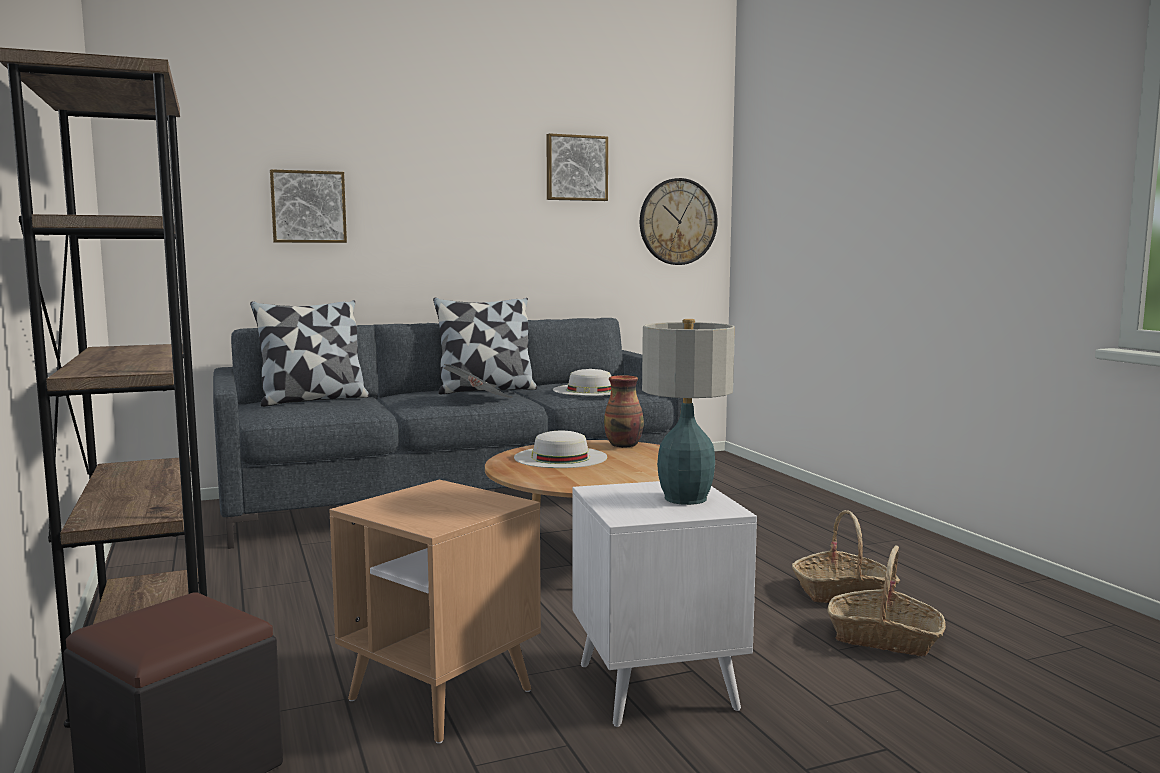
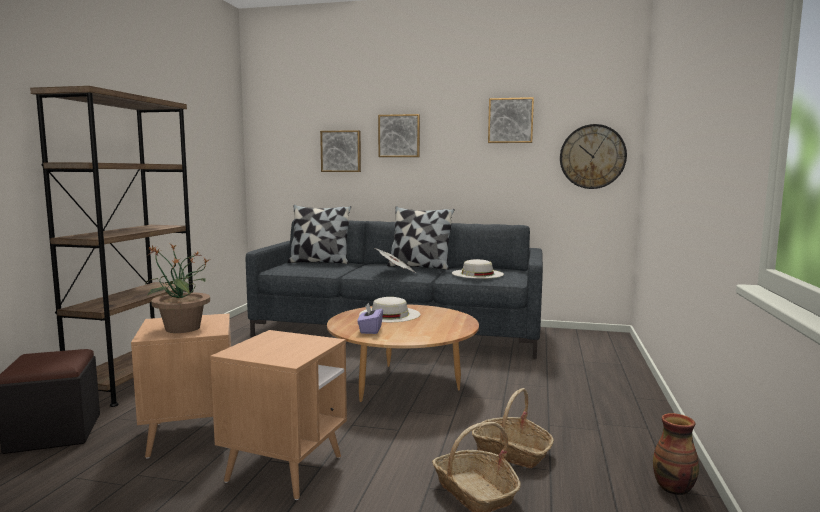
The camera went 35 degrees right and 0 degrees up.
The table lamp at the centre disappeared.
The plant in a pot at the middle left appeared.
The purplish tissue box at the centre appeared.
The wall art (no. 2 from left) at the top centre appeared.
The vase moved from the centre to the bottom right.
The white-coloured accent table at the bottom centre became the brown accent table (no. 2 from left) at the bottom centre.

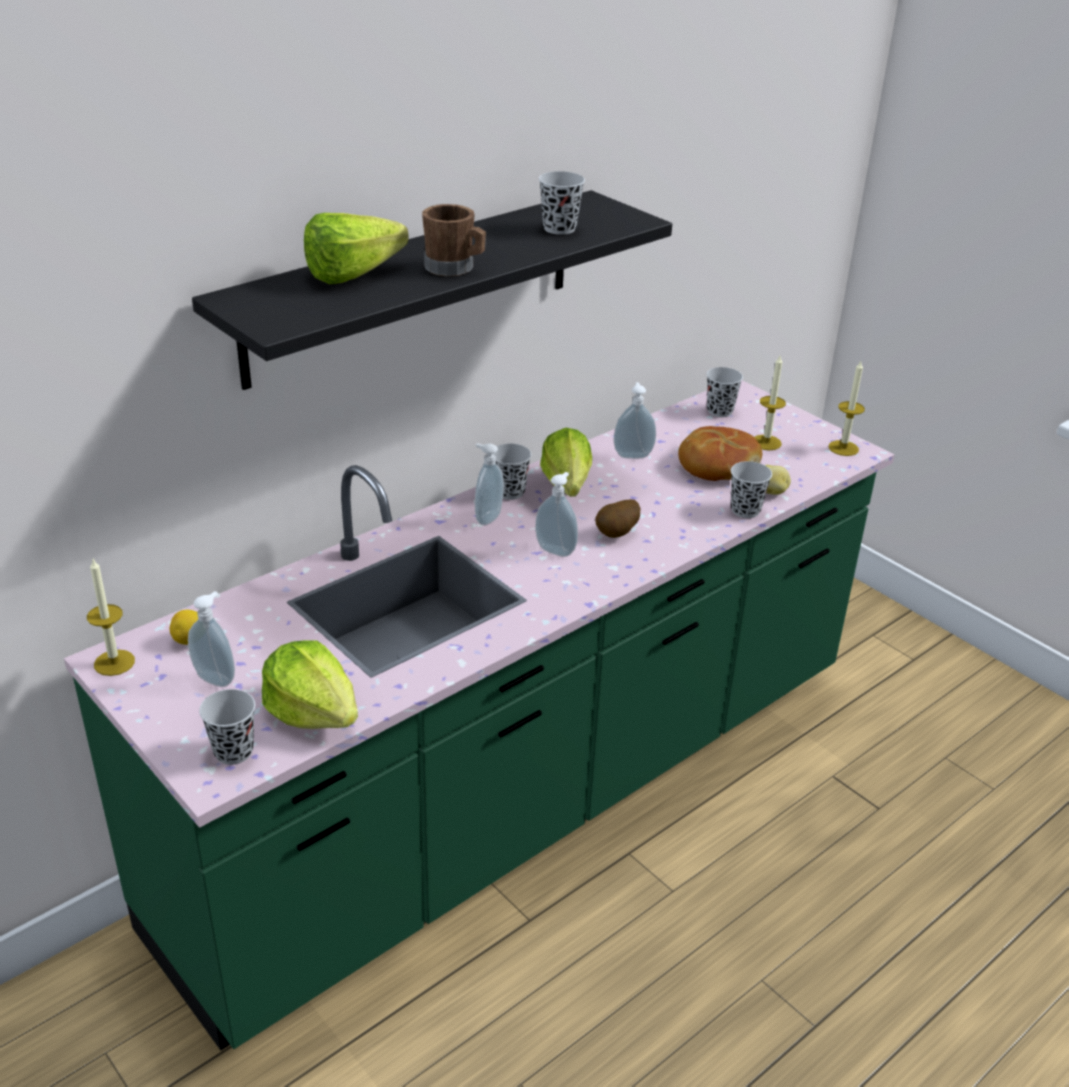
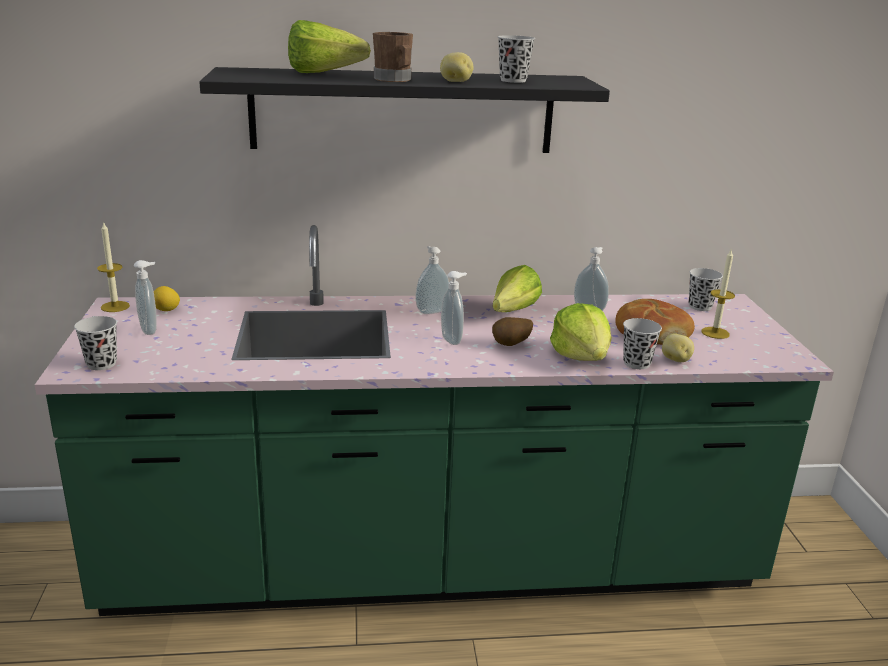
The camera went 35 degrees right and 10 degrees down.
The blackish drinking cup (no. 2 from left) at the centre disappeared.
The candle (no. 3 from left) at the middle right disappeared.
The spud (no. 1 from left) at the top centre appeared.
The lettuce (no. 1 from left in the first image) moved from the middle left to the centre.

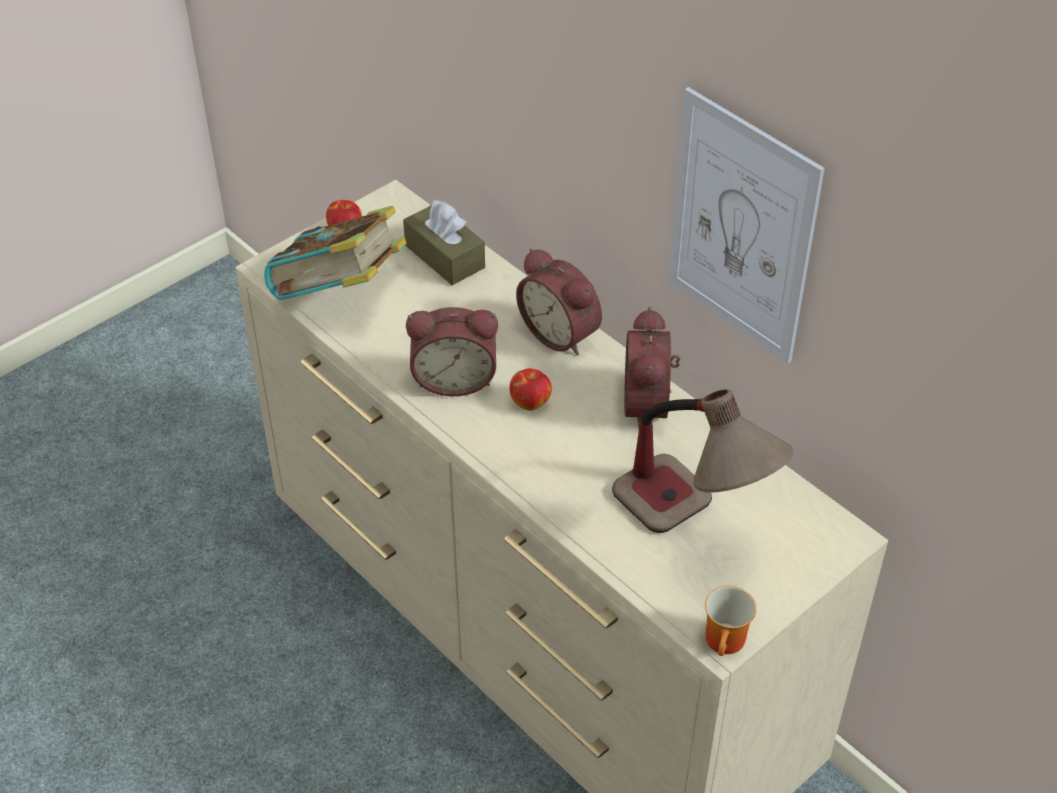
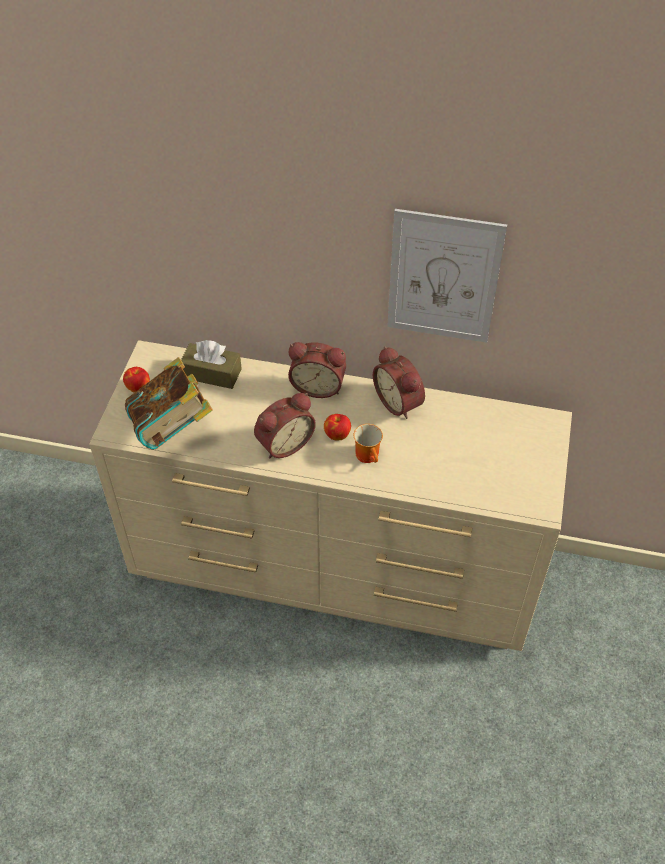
The camera went 35 degrees left and 5 degrees up.
The table lamp at the centre disappeared.
The tea mug moved from the bottom right to the centre.

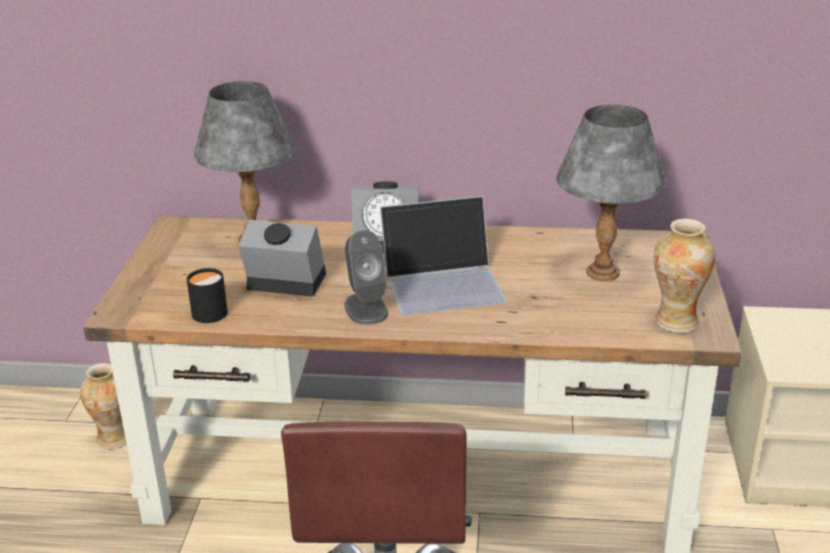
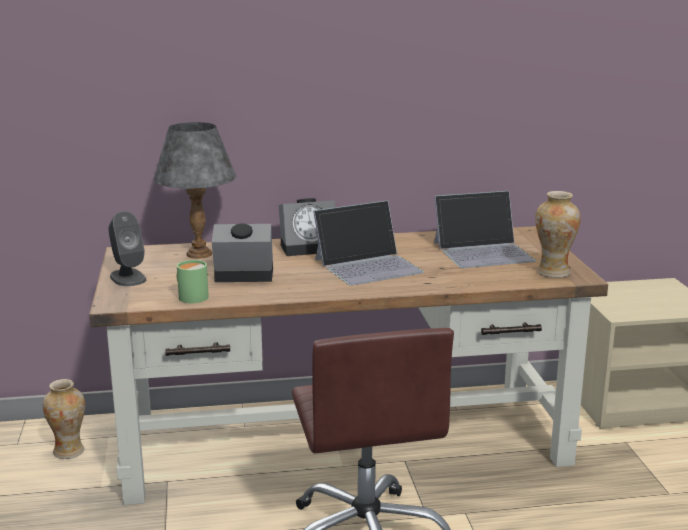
The camera went 15 degrees left and 10 degrees down.
The gray loudspeaker moved from the centre to the middle left.
The gray table lamp (no. 2 from left) at the middle right was replaced by the notebook computer (no. 2 from left) at the middle right.
The blackish tea mug at the middle left became the green-coloured tea mug at the middle left.

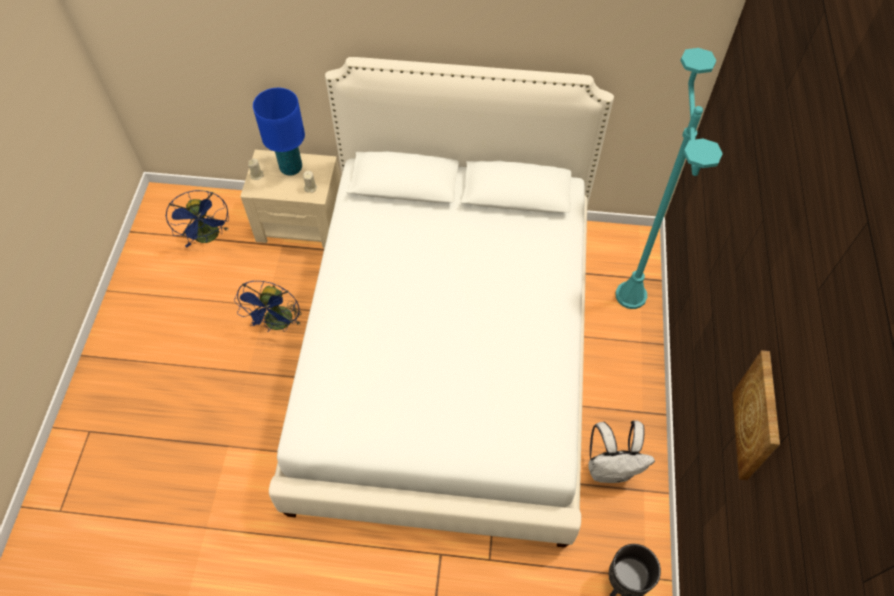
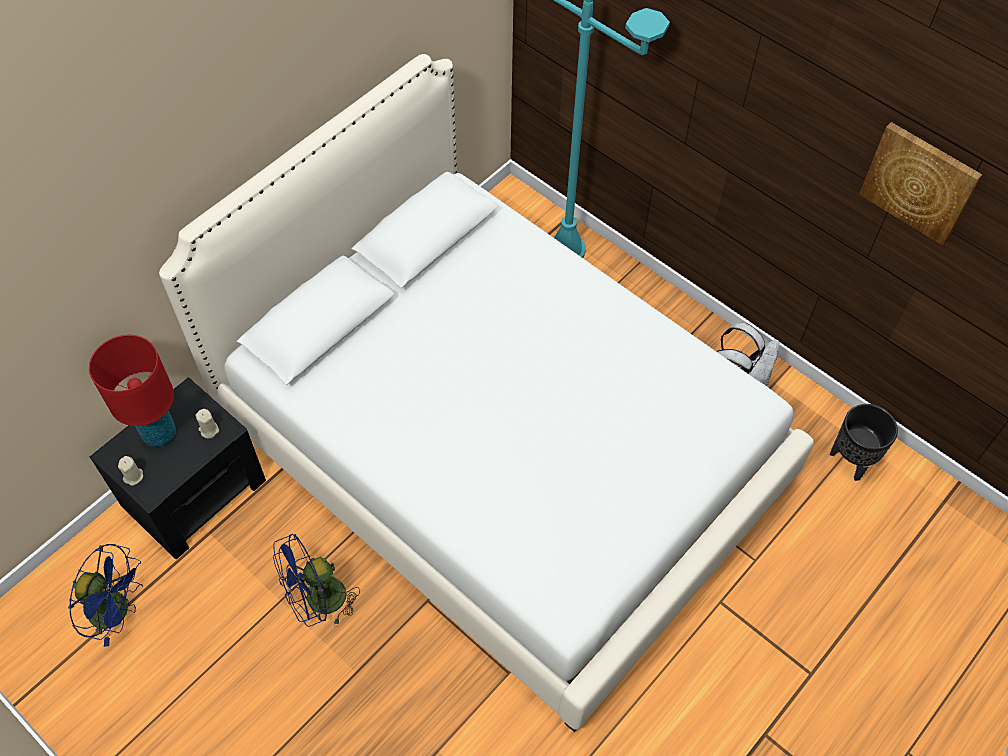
The camera went 55 degrees left and 0 degrees up.
The beige nightstand at the middle left became the blackish nightstand at the middle left.
The bluish table lamp at the top left became the reddish table lamp at the middle left.
The bluish fan (no. 2 from left) at the middle left turned 105 degrees clockwise.

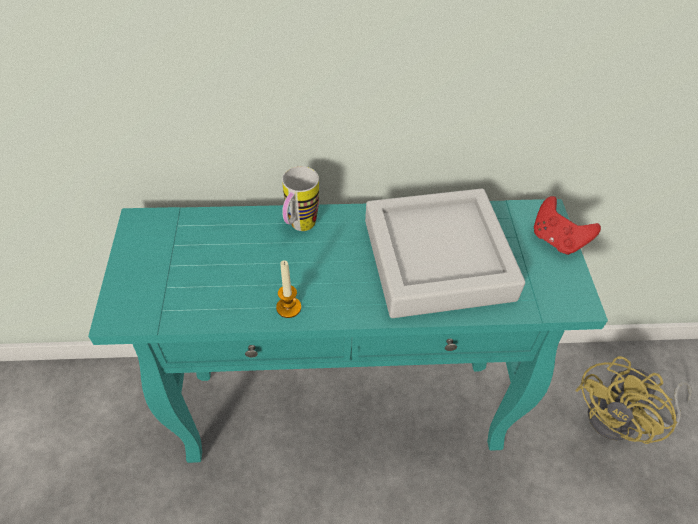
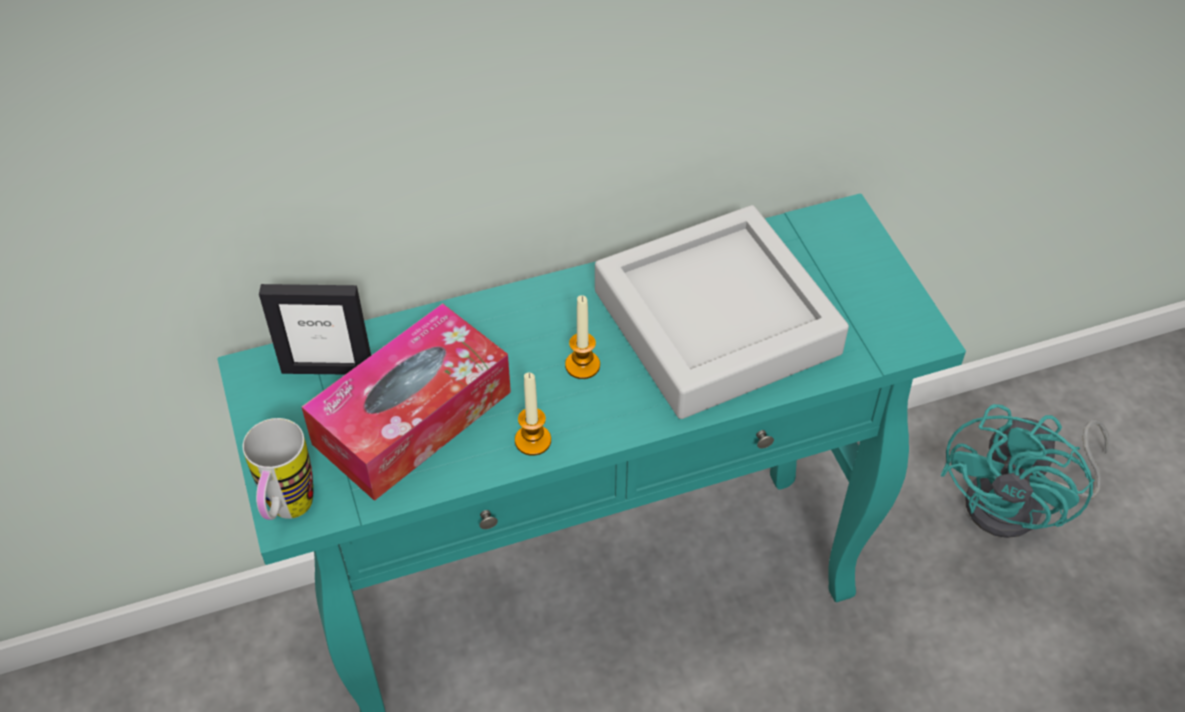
The camera went 15 degrees left and 0 degrees up.
The reddish gamepad at the middle right disappeared.
The picture frame at the middle left appeared.
The tissue box at the centre appeared.
The candle (no. 2 from left) at the centre appeared.
The tea mug moved from the centre to the middle left.
The yellowish fan at the bottom right became the turquoise-coloured fan at the middle right.

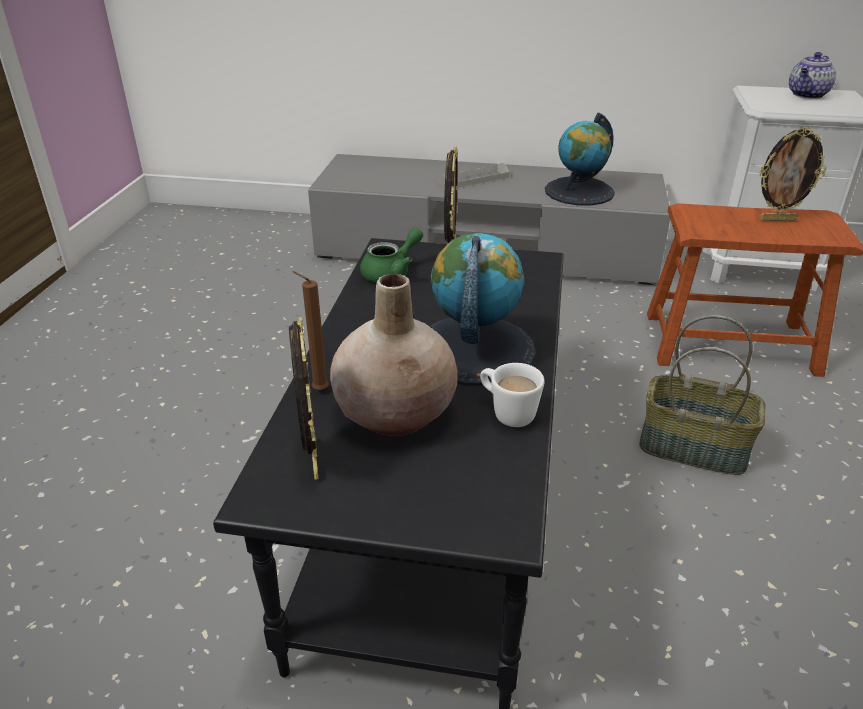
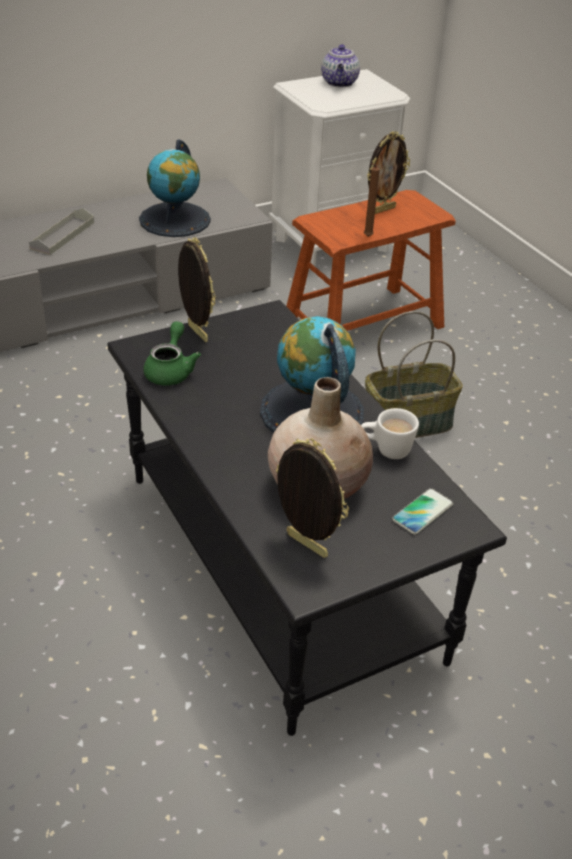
The camera went 40 degrees left and 5 degrees up.
The phone at the middle right appeared.
The brown candle moved from the centre to the top centre.

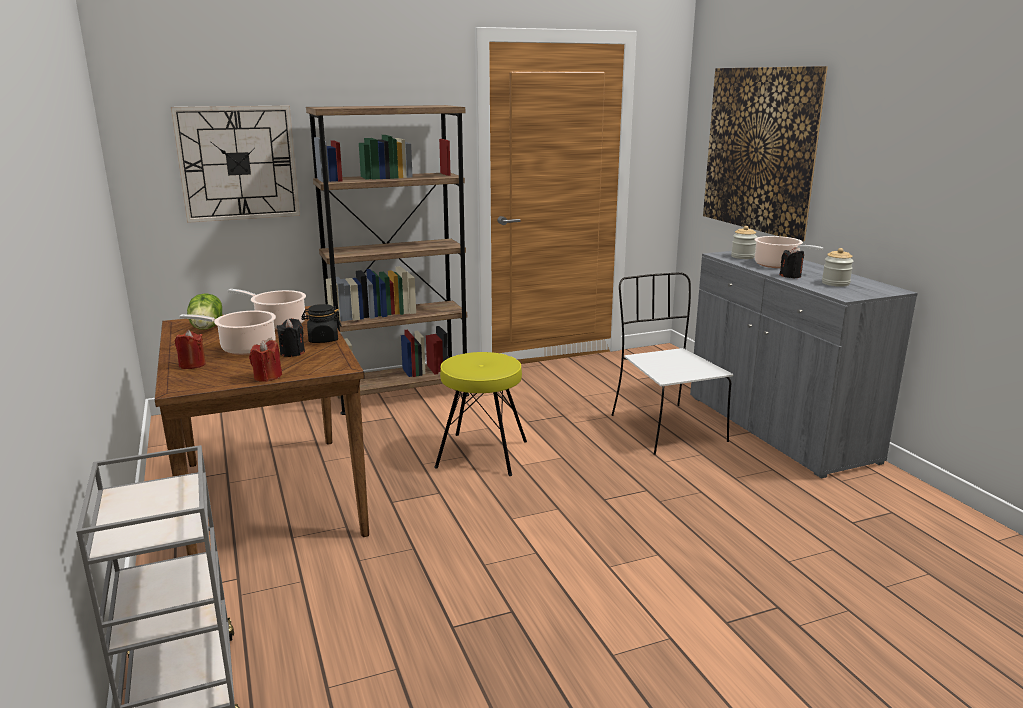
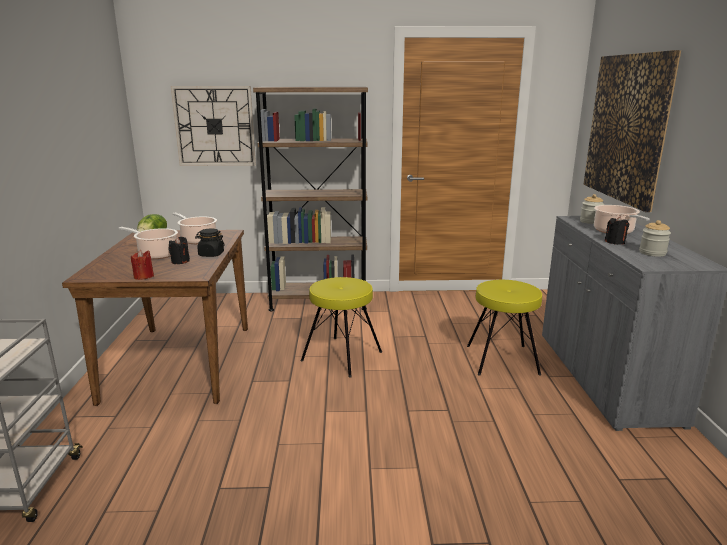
The camera went 20 degrees right and 0 degrees up.
The reddish candle (no. 1 from left) at the middle left disappeared.
The white-coloured plain chair at the centre was replaced by the yellowish stool seat (no. 2 from left) at the middle right.

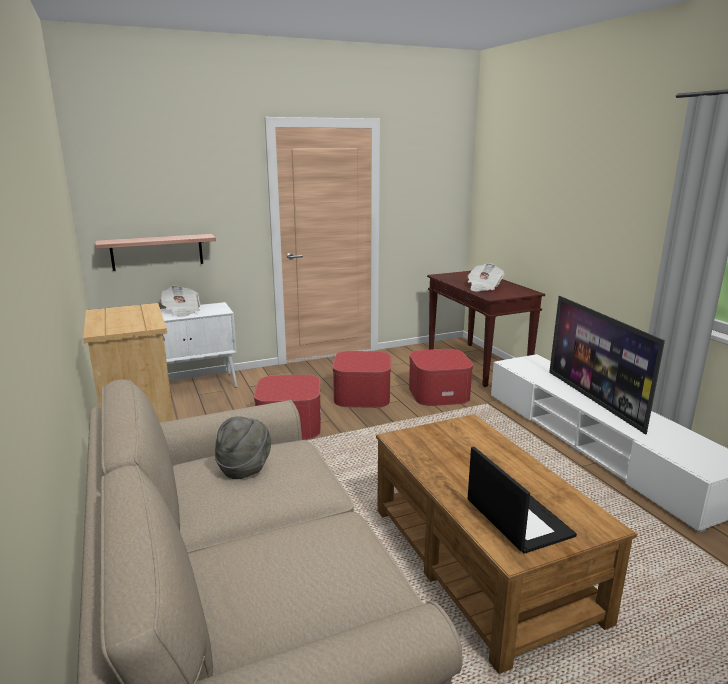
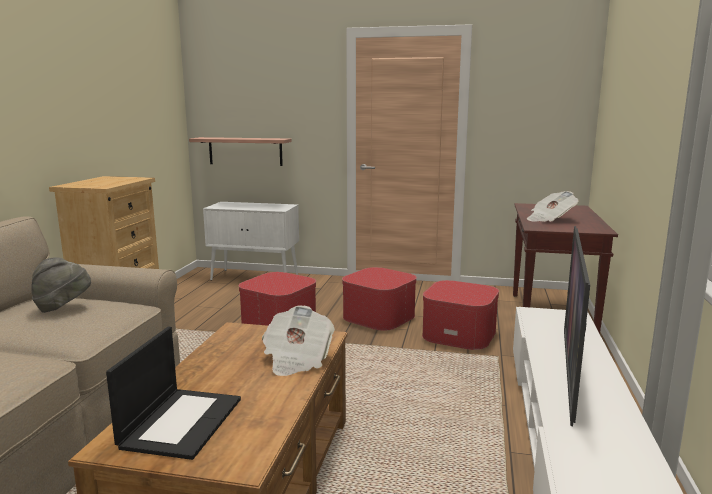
The camera went 35 degrees right and 5 degrees down.
The newspaper (no. 1 from left) moved from the middle left to the bottom centre.

